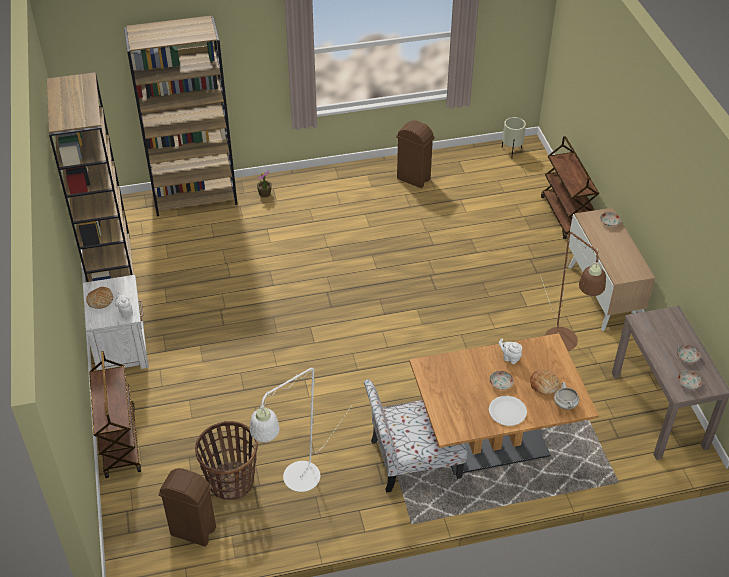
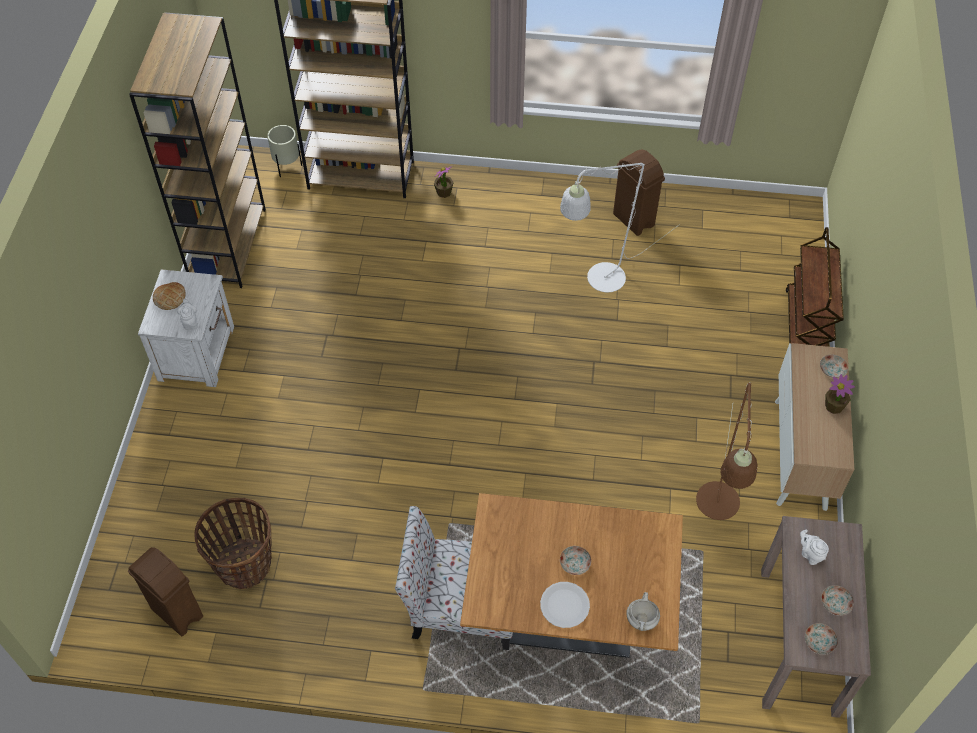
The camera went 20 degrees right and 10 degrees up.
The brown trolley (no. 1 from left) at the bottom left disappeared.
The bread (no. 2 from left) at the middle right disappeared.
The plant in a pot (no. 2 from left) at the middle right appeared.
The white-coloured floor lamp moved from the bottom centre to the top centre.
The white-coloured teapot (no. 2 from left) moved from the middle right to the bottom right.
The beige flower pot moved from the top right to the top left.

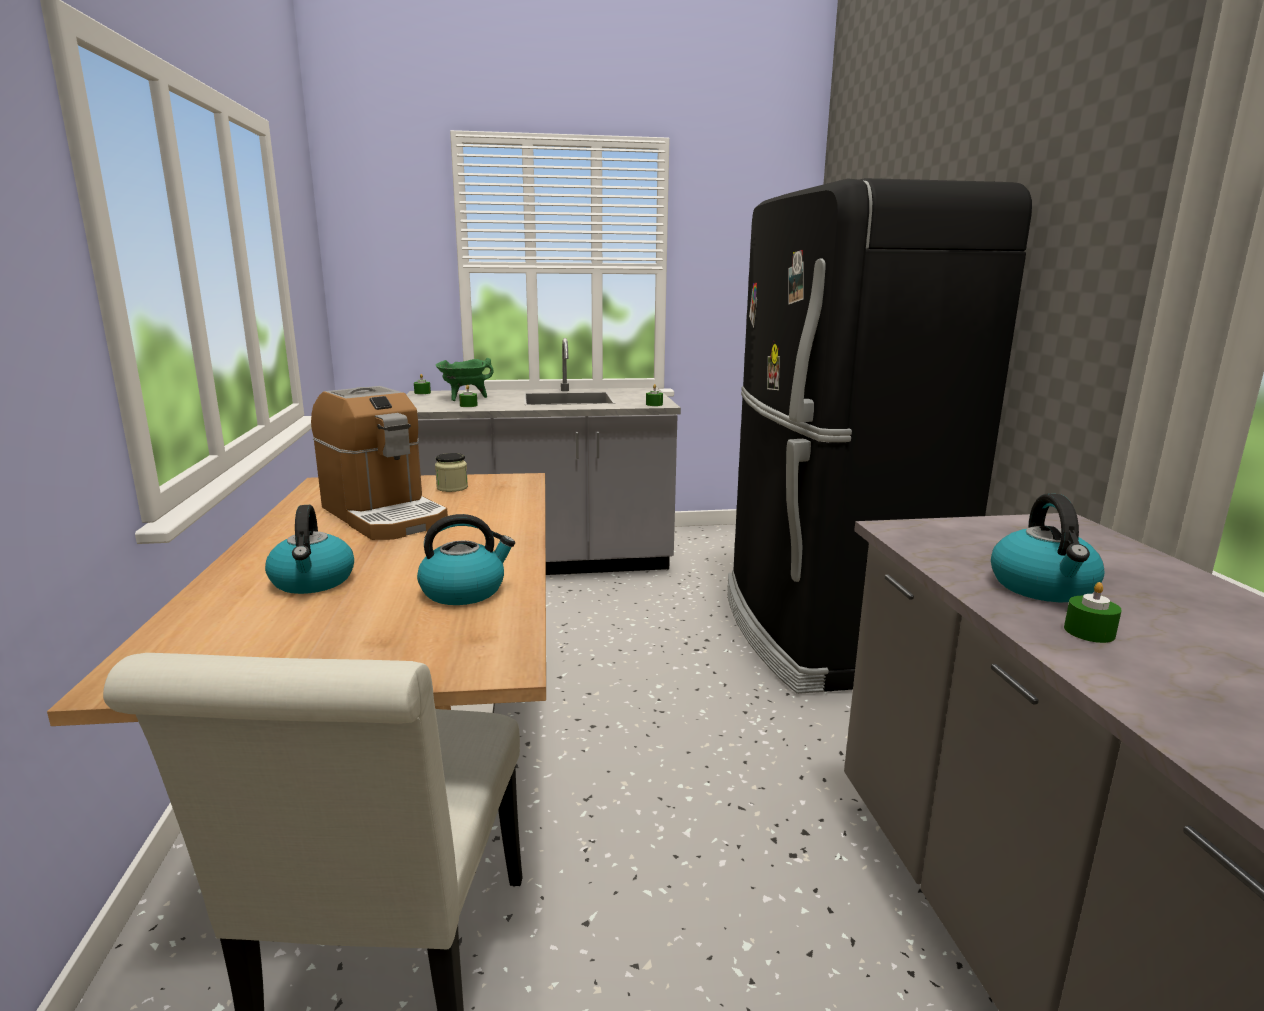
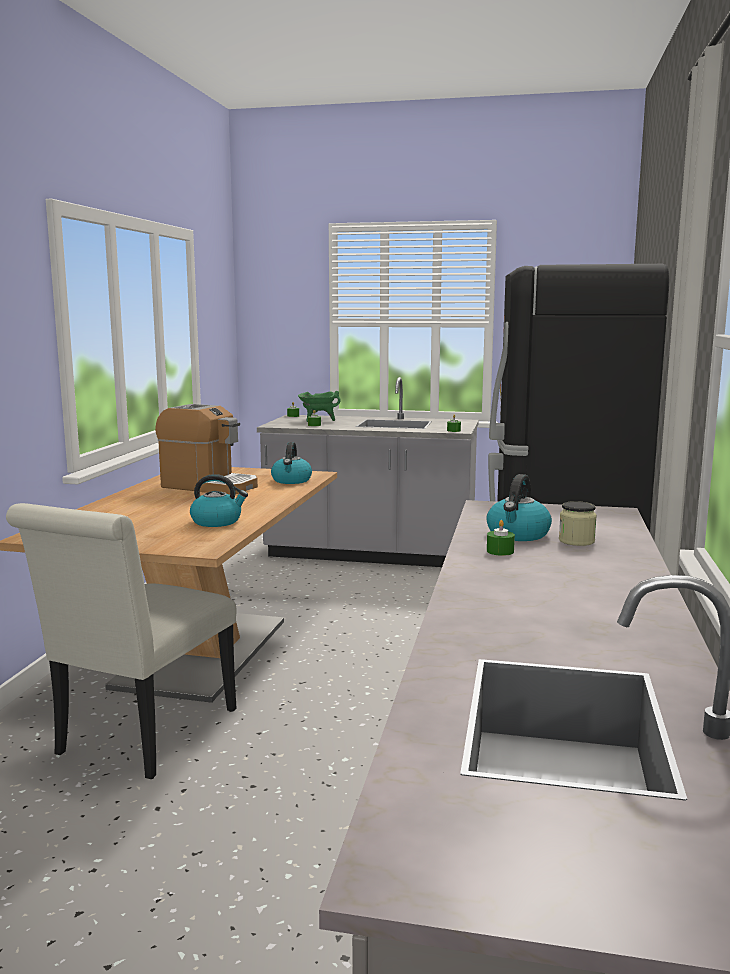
The camera went 20 degrees right and 5 degrees down.
The tea kettle (no. 1 from left in the first image) moved from the middle left to the centre.
The jar moved from the centre to the middle right.
The coffee brewer at the middle left turned 45 degrees counterclockwise.

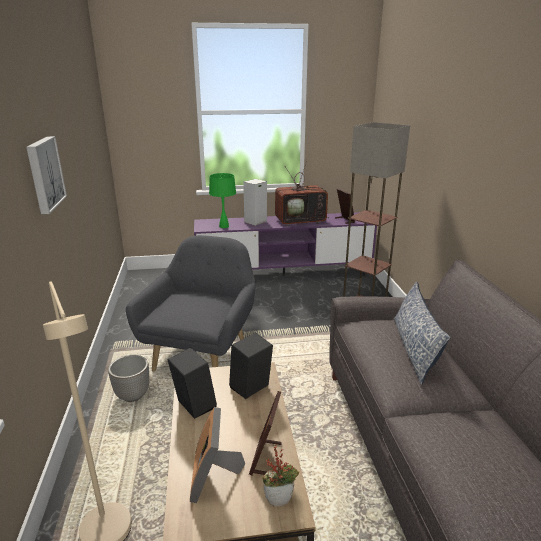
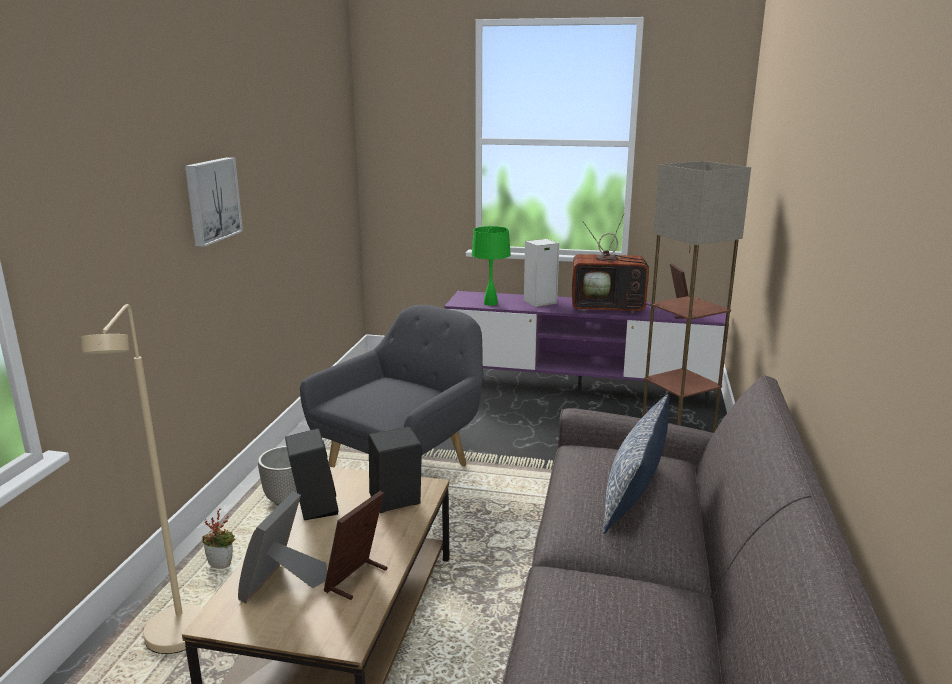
The camera went 20 degrees right and 5 degrees down.
The plant in a pot moved from the bottom centre to the bottom left.

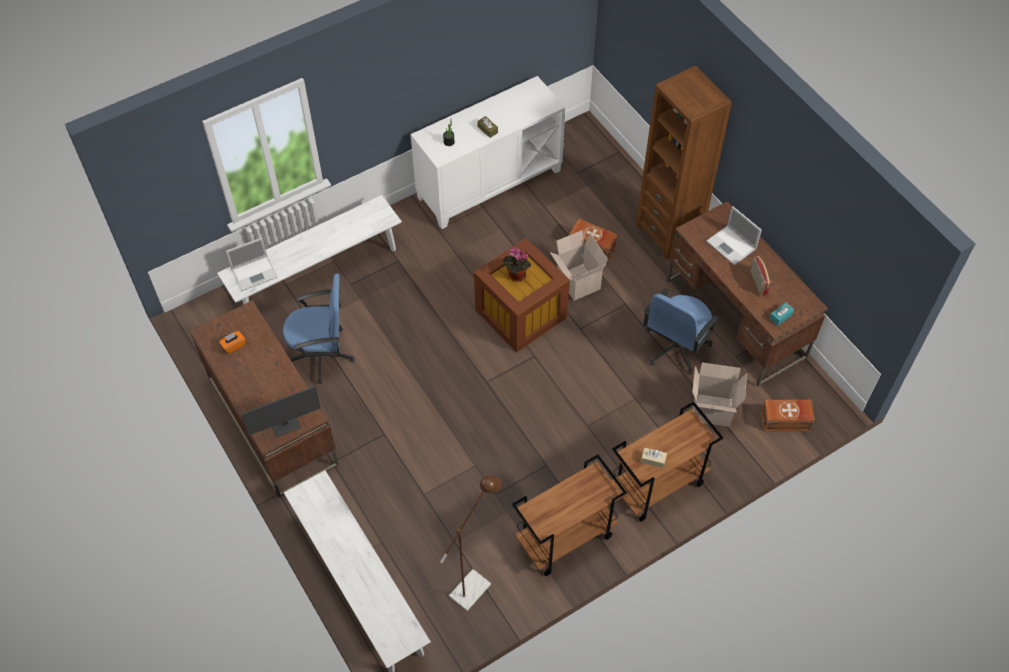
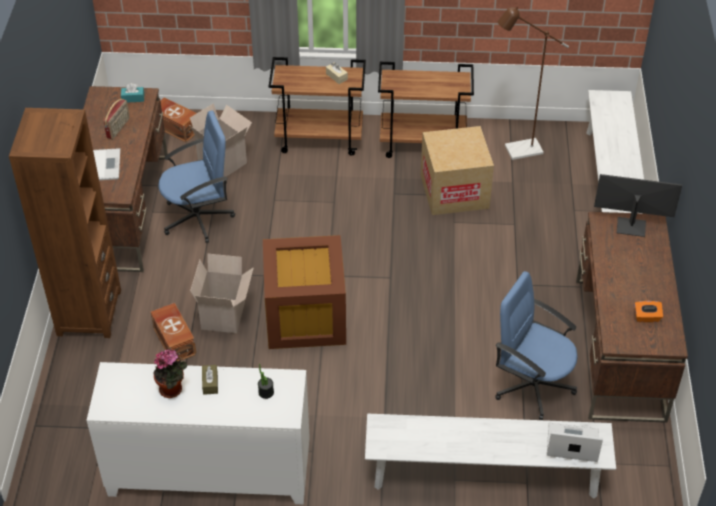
The camera went 145 degrees left and 10 degrees down.
The packing box (no. 3 from left) at the centre appeared.
The plant in a pot (no. 2 from left in the first image) moved from the centre to the bottom left.

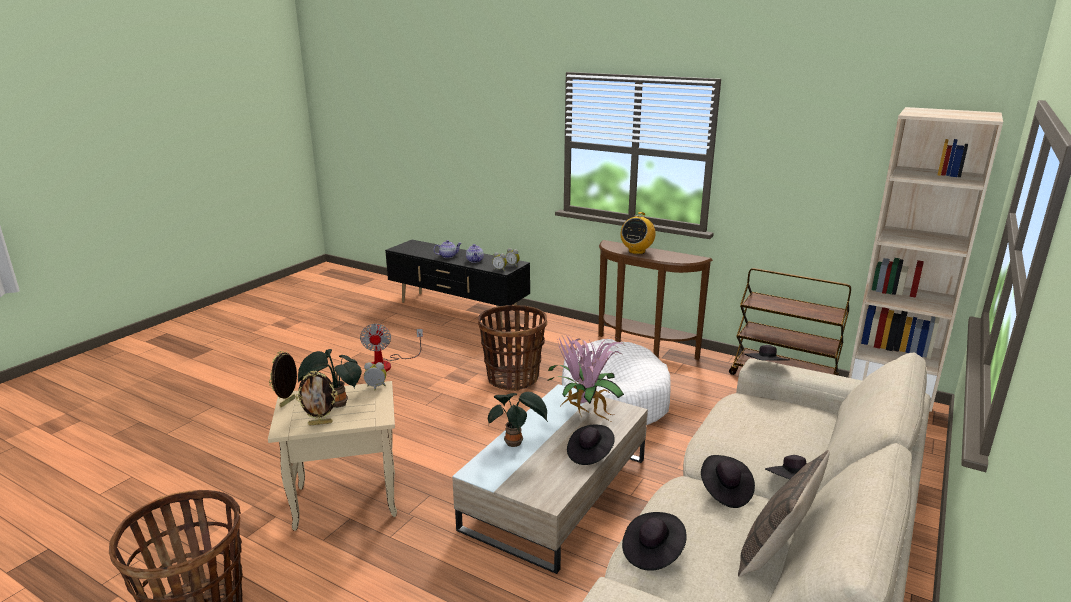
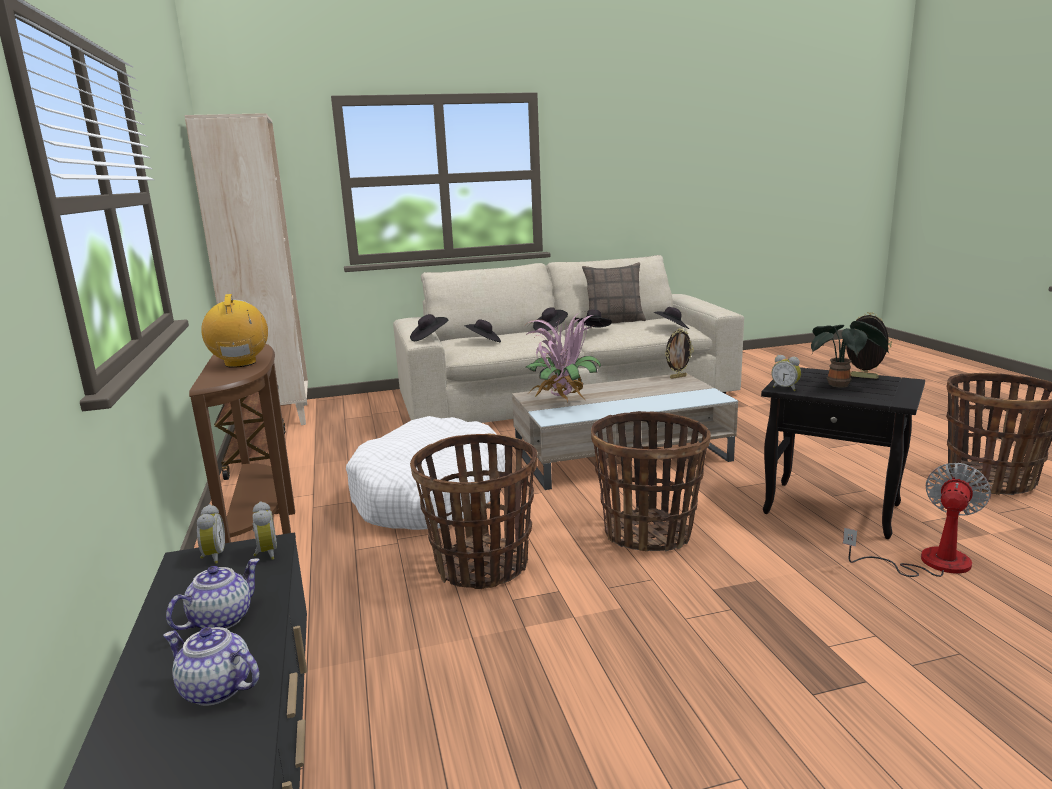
The camera went 135 degrees left and 5 degrees down.
The plant in a pot (no. 2 from left) at the bottom centre disappeared.
The storage basket (no. 2 from left) at the centre appeared.
The picture frame (no. 1 from left) moved from the middle left to the centre.
The fan moved from the centre to the middle right.
The blackish wearable hat (no. 1 from left in the first image) moved from the bottom centre to the centre.
The beige accent table at the bottom left became the blackish accent table at the middle right.
The radio set at the centre turned 90 degrees counterclockwise.

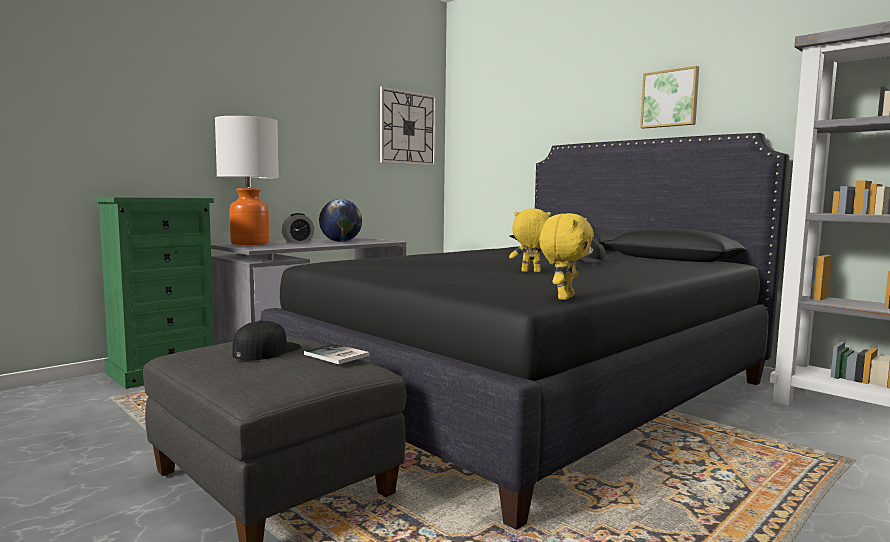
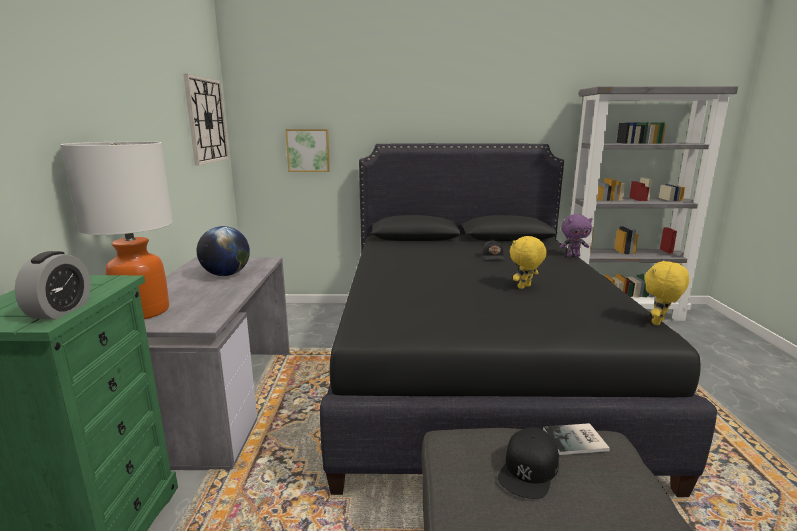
The camera went 45 degrees left and 10 degrees up.
The purplish soft toy at the middle right appeared.
The bedside clock moved from the centre to the middle left.
The wall art moved from the top right to the top centre.
The blackish cap (no. 1 from left in the first image) at the middle left turned 135 degrees counterclockwise.
The yellowish soft toy (no. 2 from left) at the centre turned 120 degrees counterclockwise.

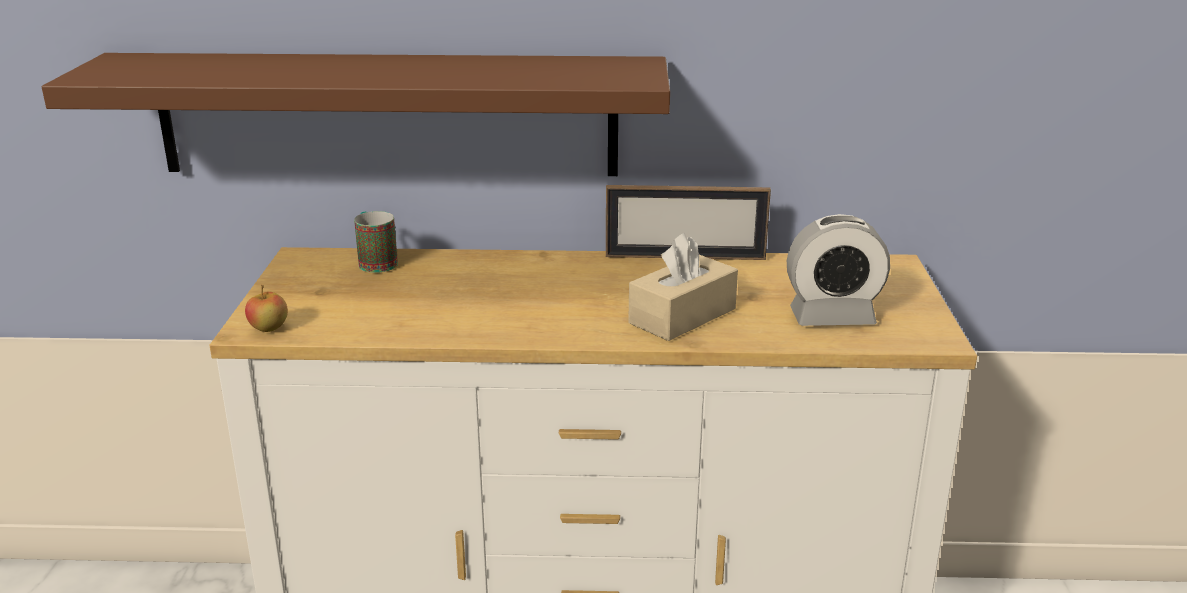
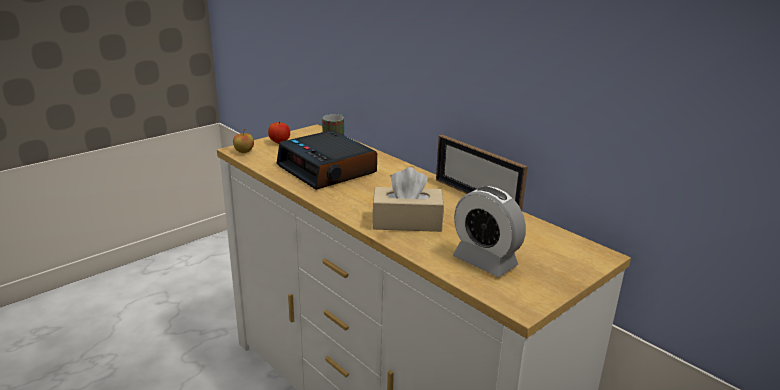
The camera went 45 degrees right and 0 degrees up.
The brown shelf at the top left disappeared.
The apple (no. 2 from left) at the centre appeared.
The bedside clock (no. 1 from left) at the centre appeared.

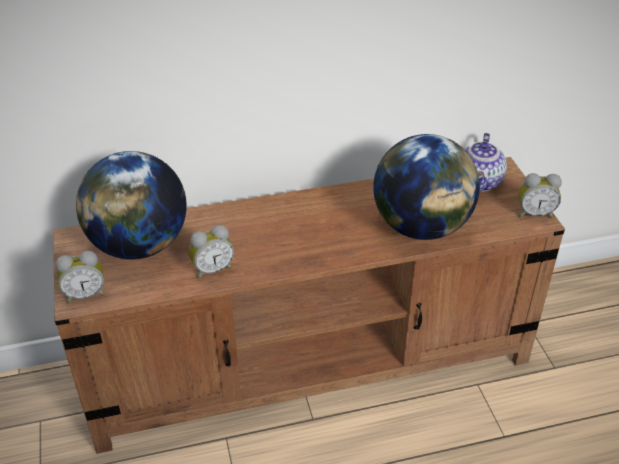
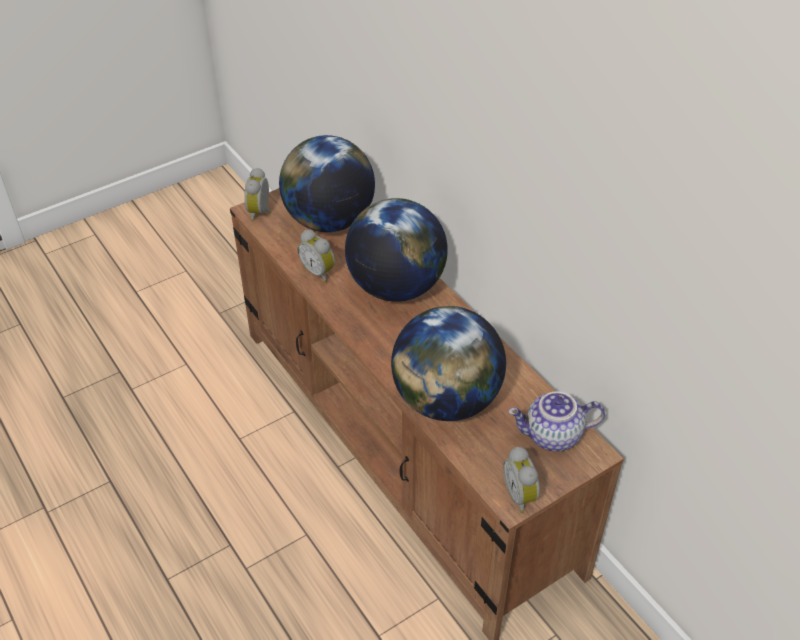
The camera went 70 degrees right and 5 degrees up.
The globe (no. 2 from left) at the centre appeared.
The bedside clock (no. 1 from left) at the middle left turned 45 degrees clockwise.

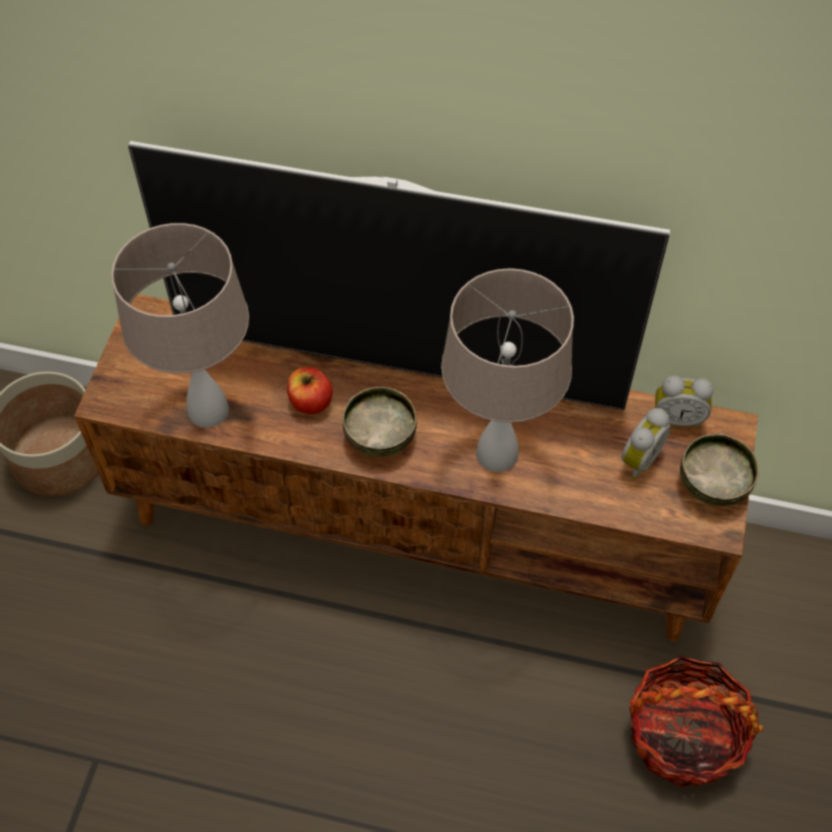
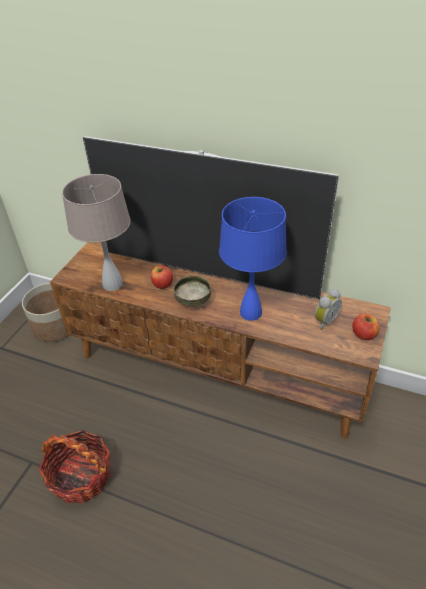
The camera went 10 degrees right and 15 degrees down.
The bedside clock (no. 2 from left) at the middle right disappeared.
The storage basket moved from the bottom right to the bottom left.
The deep dish (no. 2 from left) at the middle right was replaced by the apple (no. 2 from left) at the middle right.
The beige table lamp (no. 2 from left) at the centre became the bluish table lamp at the centre.

